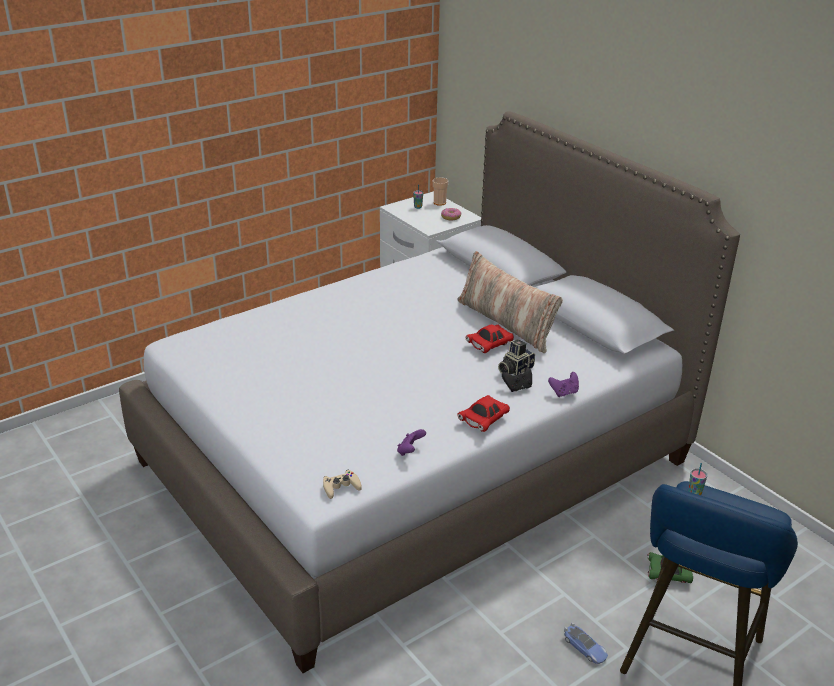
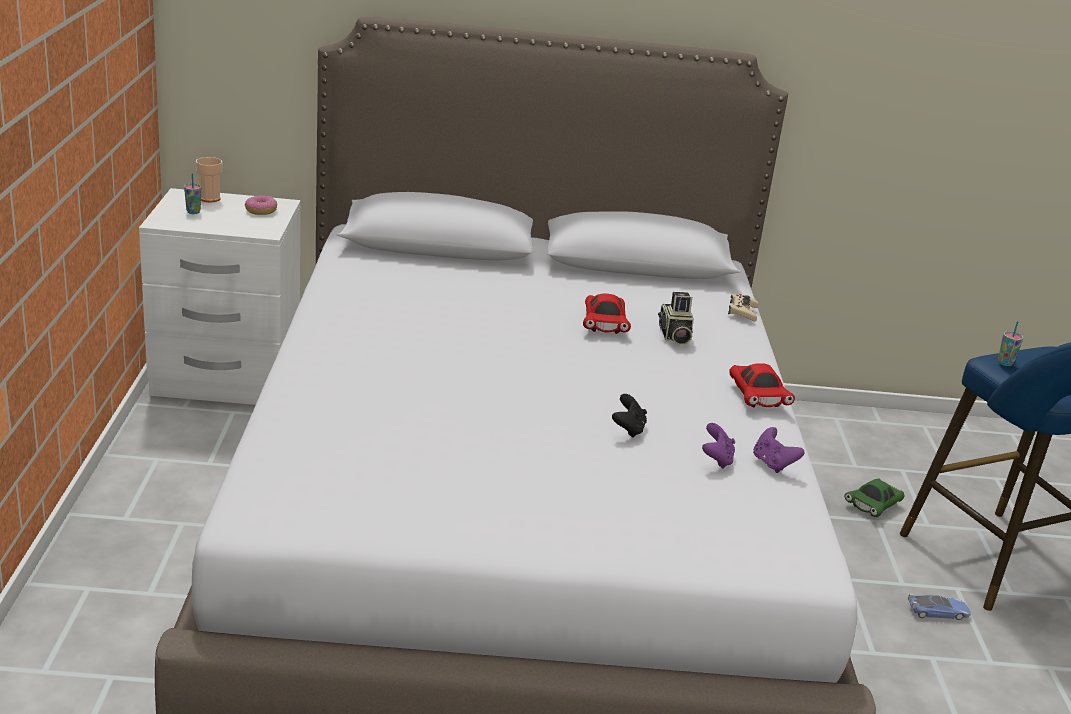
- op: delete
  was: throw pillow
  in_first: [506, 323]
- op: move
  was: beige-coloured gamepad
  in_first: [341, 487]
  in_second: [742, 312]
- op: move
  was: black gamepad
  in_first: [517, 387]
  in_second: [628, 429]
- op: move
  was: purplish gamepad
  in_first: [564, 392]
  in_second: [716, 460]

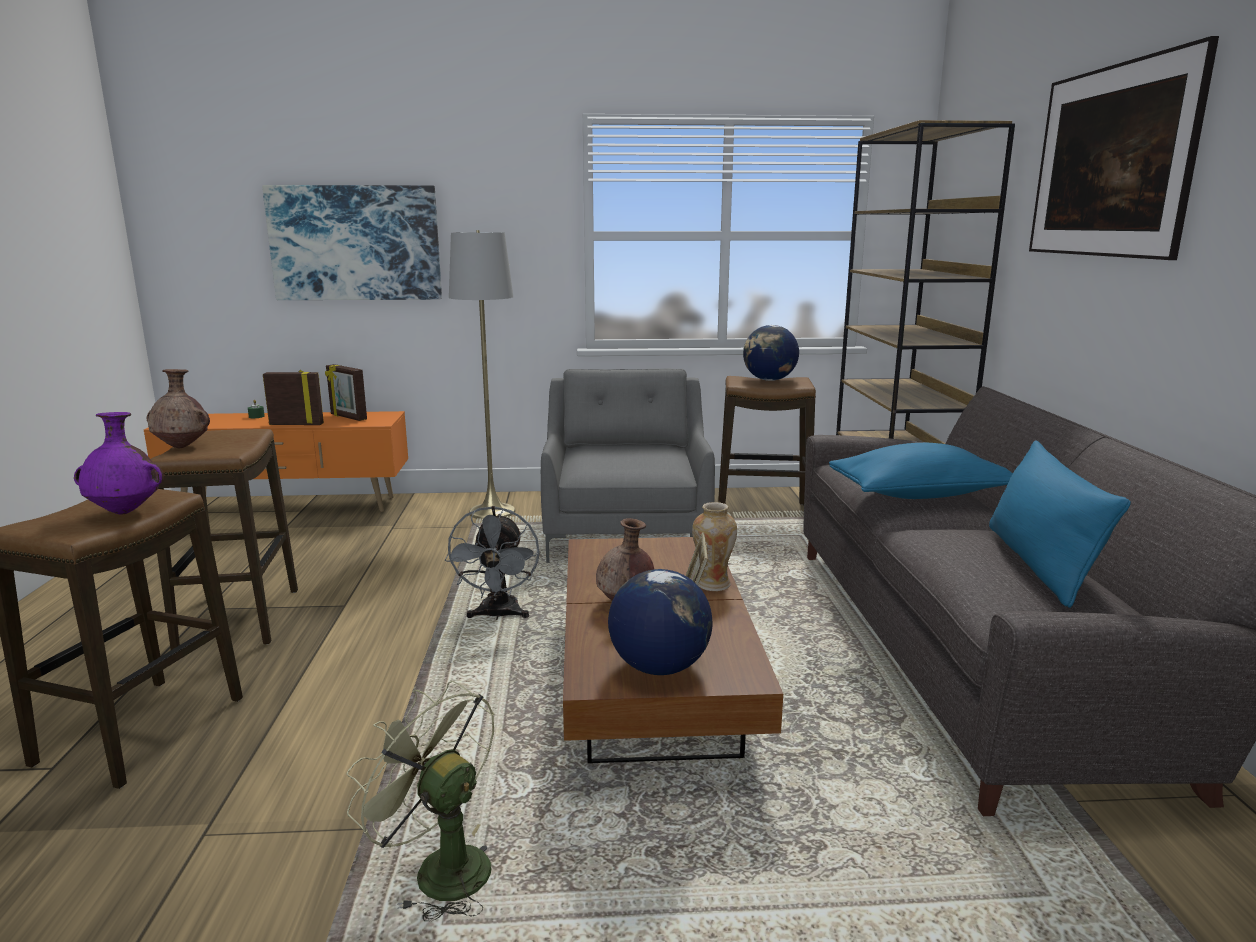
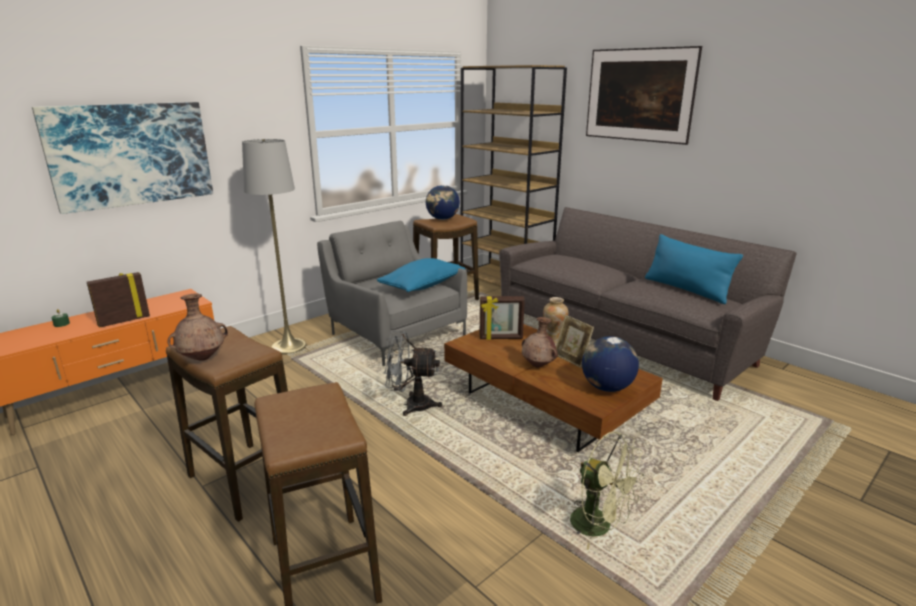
- op: delete
  was: purplish flower vase
  in_first: [126, 511]
- op: move
  was: standing frame
  in_first: [348, 417]
  in_second: [501, 338]
- op: move
  was: blue throw pillow
  in_first: [918, 495]
  in_second: [422, 286]
- op: rotate
  was: green cooling fan
  in_first: [439, 868]
  in_second: [599, 526]
  clockwise: -135
- op: rotate
  was: gray cooling fan
  in_first: [498, 615]
  in_second: [411, 405]
  clockwise: 135

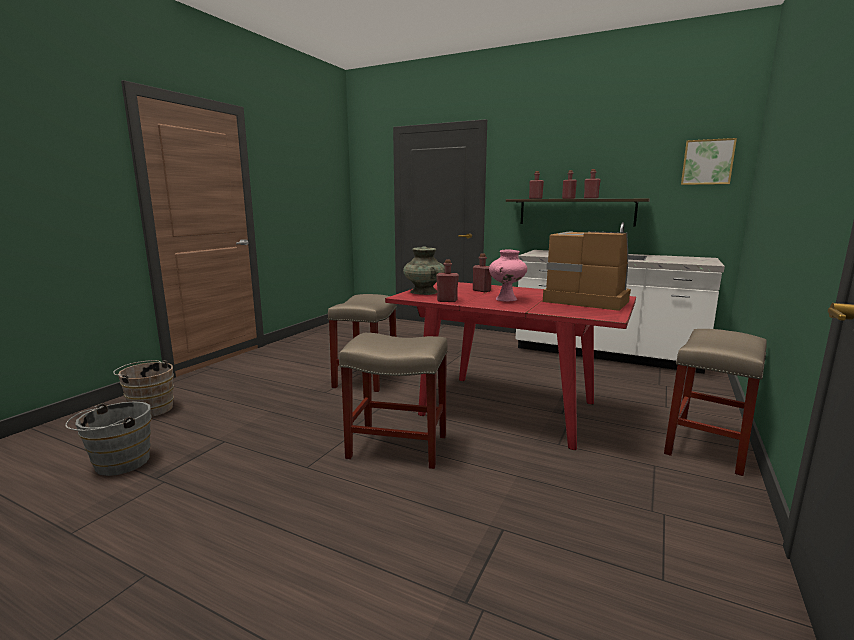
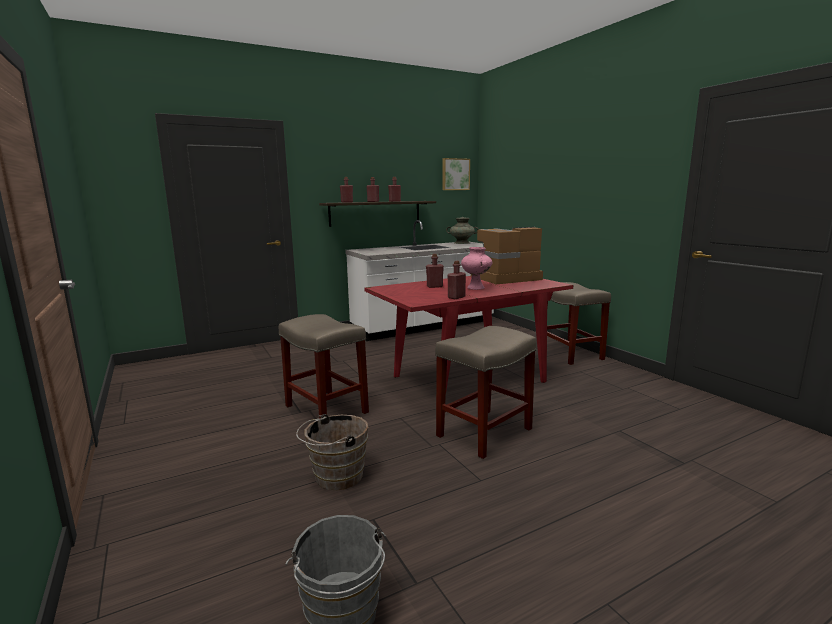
- op: move
  was: brownish pail
  in_first: [150, 409]
  in_second: [335, 477]
- op: move
  was: turquoise flower vase
  in_first: [424, 292]
  in_second: [462, 243]

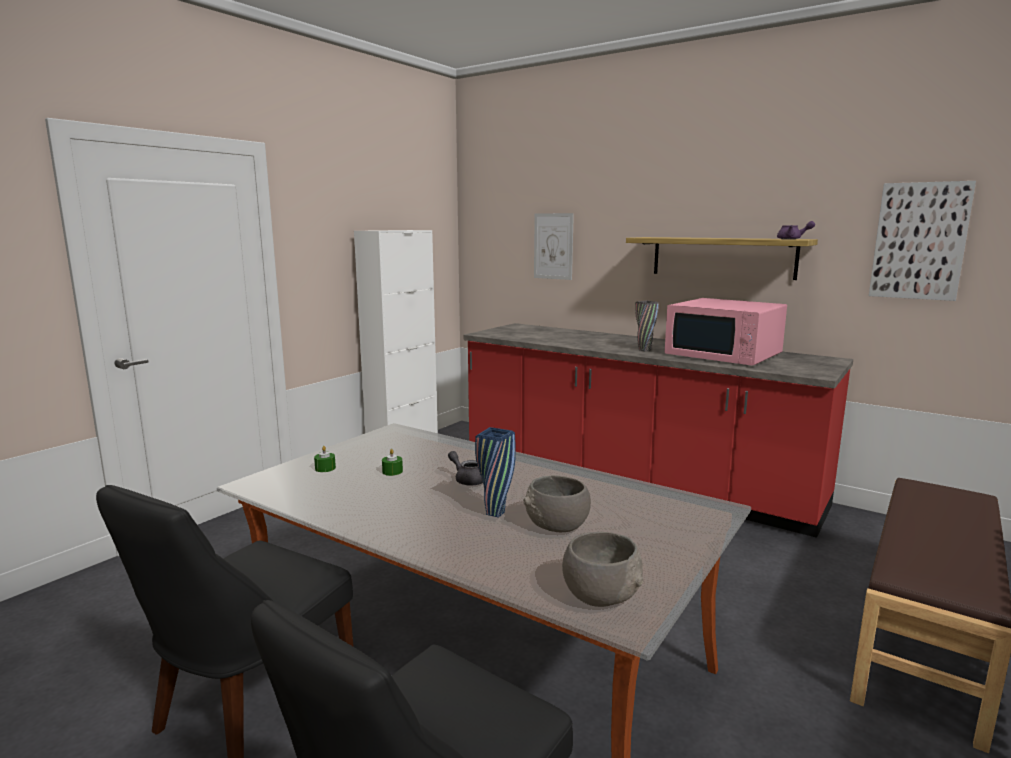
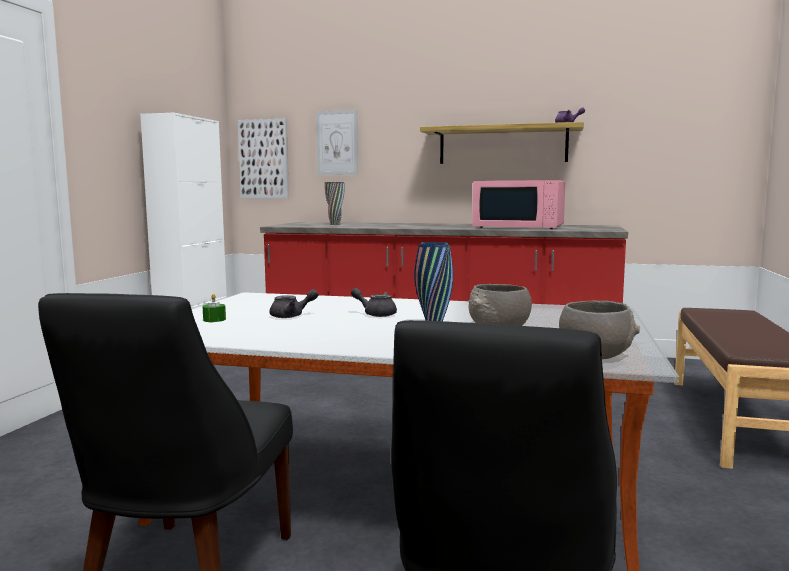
- op: move
  was: gray flower vase
  in_first: [644, 350]
  in_second: [335, 224]
- op: move
  was: picture
  in_first: [919, 241]
  in_second: [264, 159]
- op: replace
  was: green candle
  now: gray tea pot
  in_first: [392, 471]
  in_second: [291, 316]

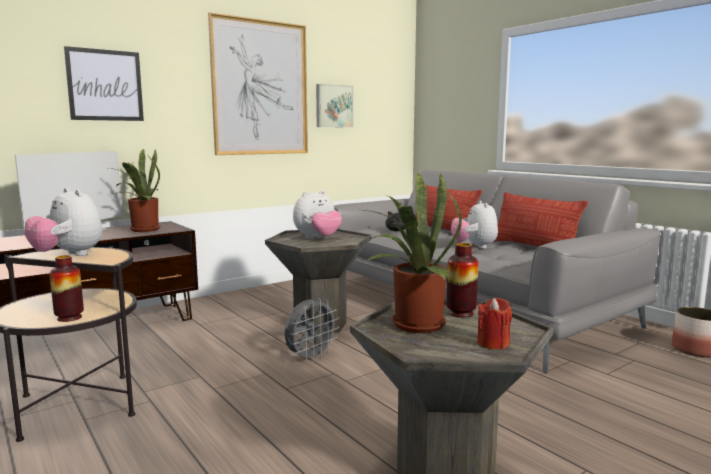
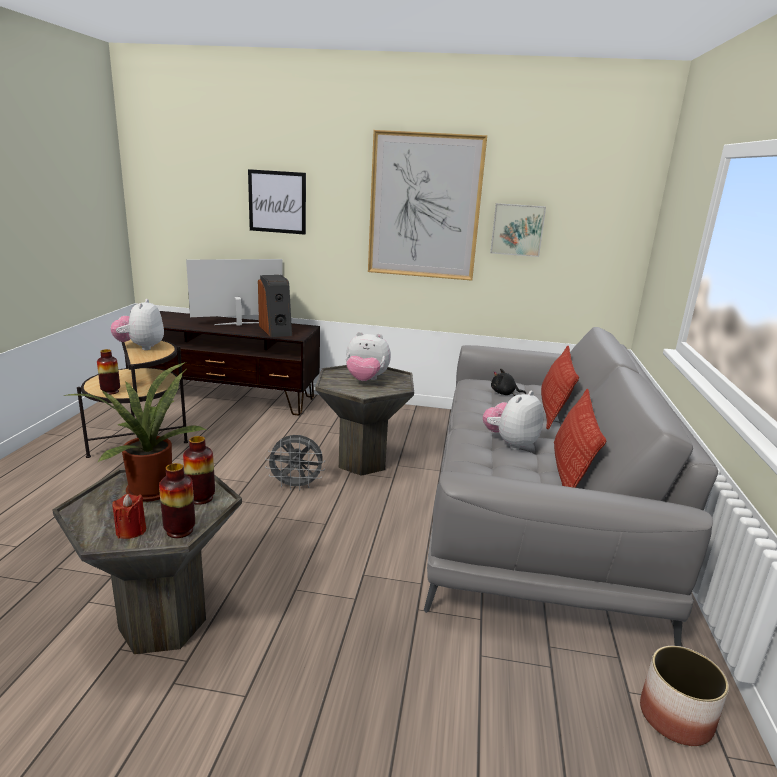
- op: insert
  now: flower vase
  in_second: [179, 531]
- op: replace
  was: potted plant
  now: loudspeaker
  in_first: [142, 230]
  in_second: [276, 330]

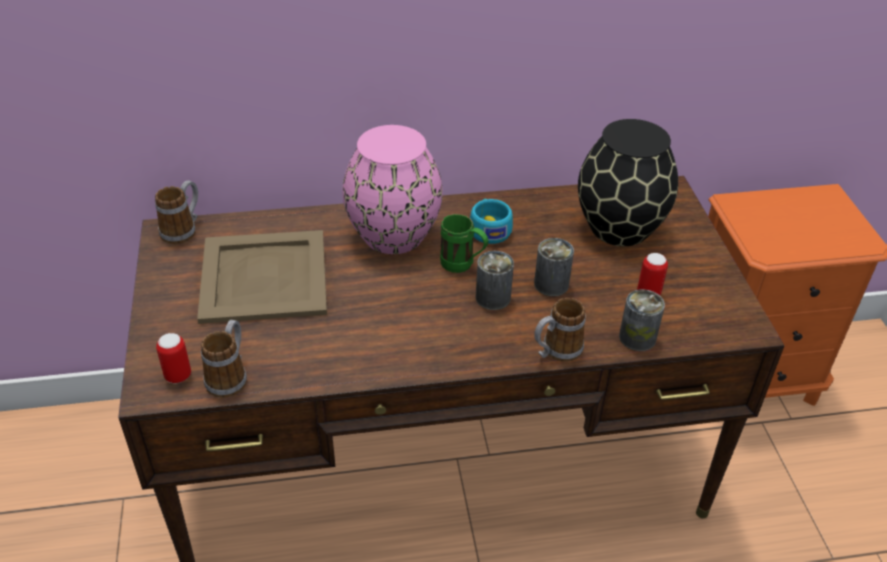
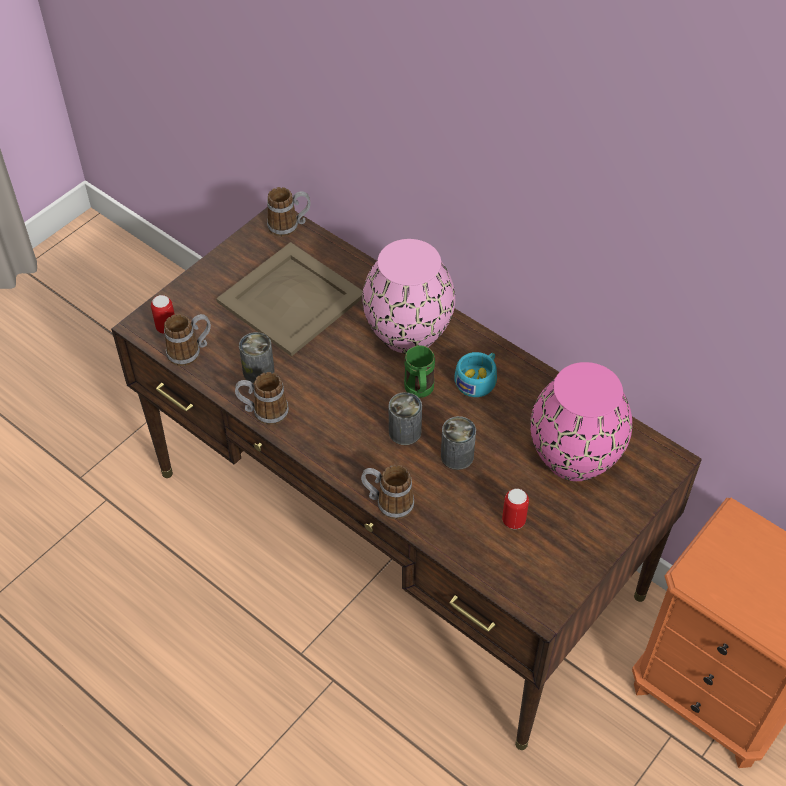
- op: insert
  now: tea mug
  in_second: [263, 412]
- op: move
  was: sealed can
  in_first: [637, 337]
  in_second: [258, 371]
- op: recolor
  was: black flower vase
  now: pink flower vase
  in_first: [619, 228]
  in_second: [573, 457]

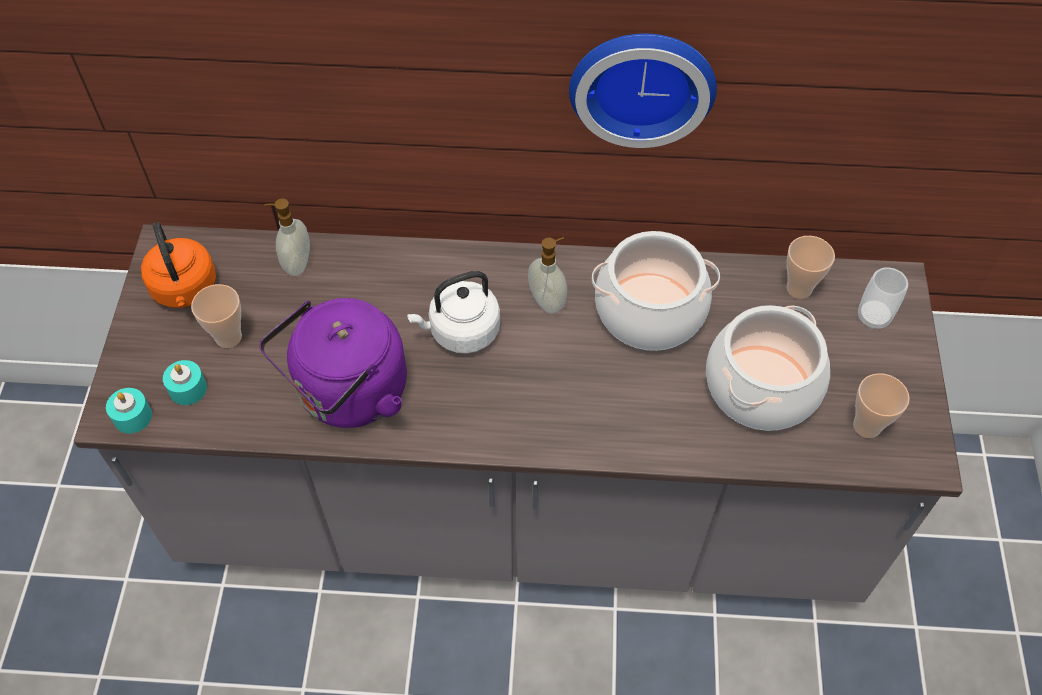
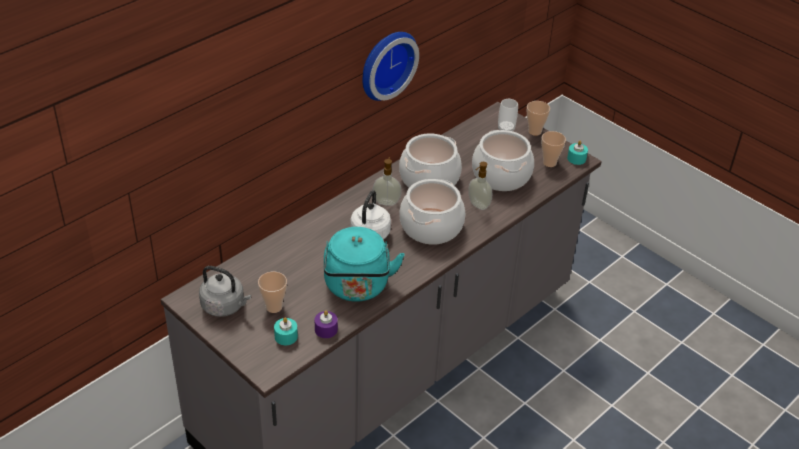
- op: insert
  now: purplish candle
  in_second: [326, 329]
- op: insert
  now: saucepot
  in_second: [431, 227]
- op: move
  was: turquoise candle
  in_first: [132, 416]
  in_second: [576, 158]
- op: move
  was: soap bottle
  in_first: [296, 263]
  in_second: [478, 205]
- op: move
  was: drinking cup
  in_first: [799, 288]
  in_second: [534, 131]
- op: recolor
  was: orangey tea kettle
  now: gray tea kettle
  in_first: [185, 290]
  in_second: [225, 306]
- op: recolor
  was: purplish tea kettle
  now: turquoise tea kettle
  in_first: [348, 395]
  in_second: [357, 287]

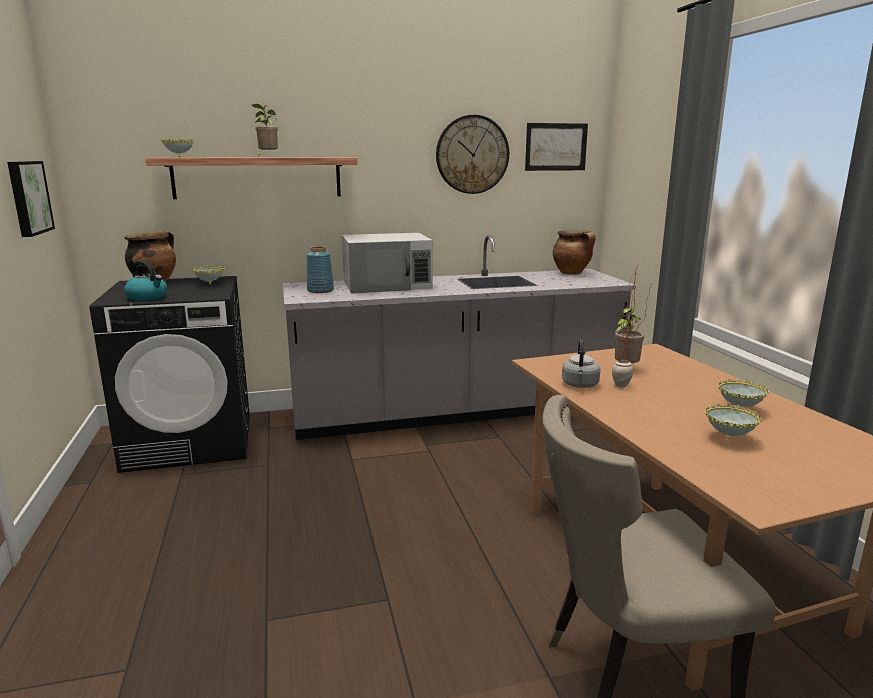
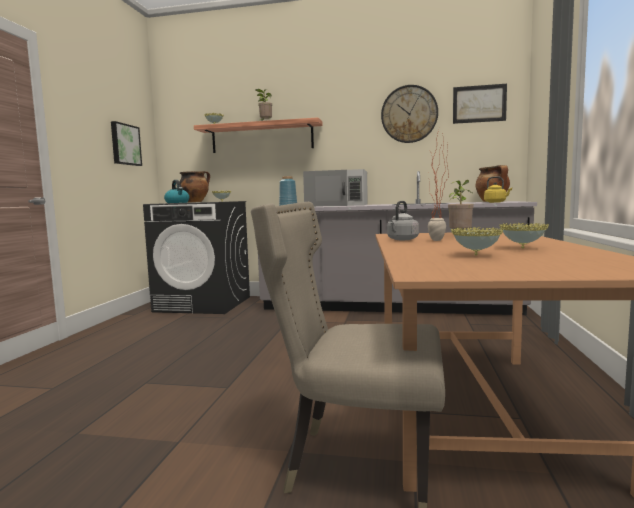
- op: insert
  now: yellow tea kettle
  in_second: [496, 202]

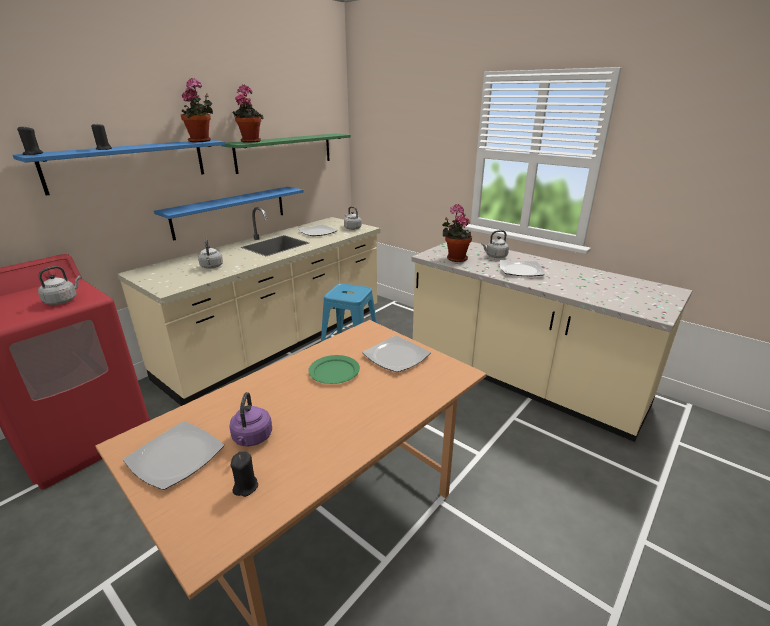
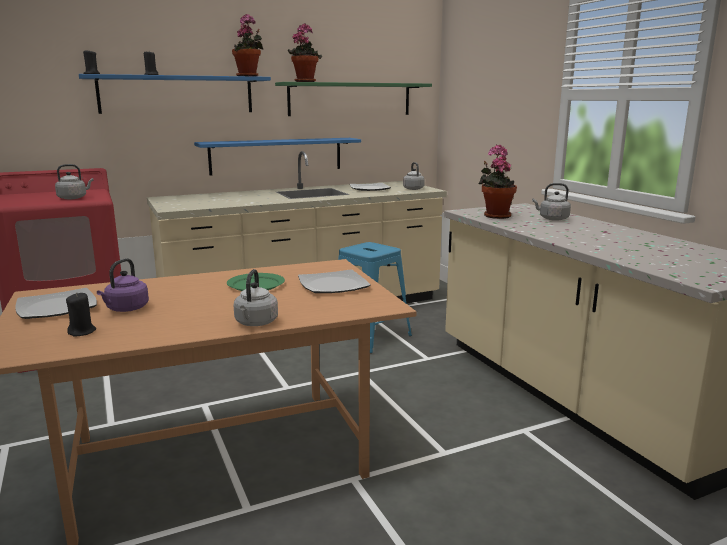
- op: delete
  was: dinner plate
  in_first: [520, 270]
- op: move
  was: gray tea kettle
  in_first: [211, 267]
  in_second: [255, 323]

